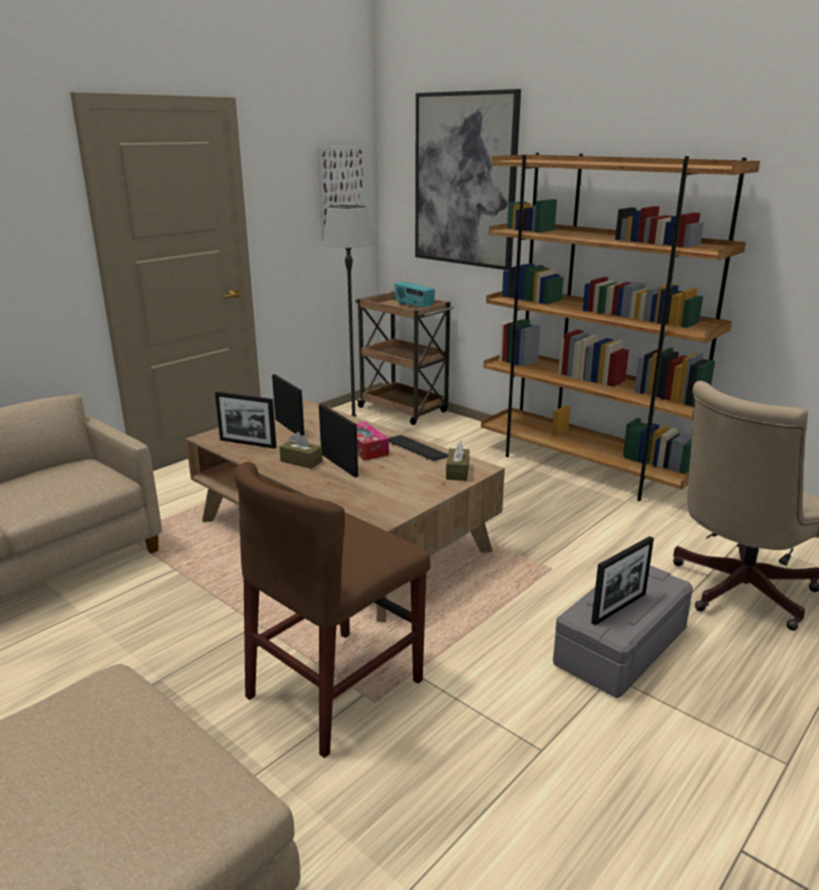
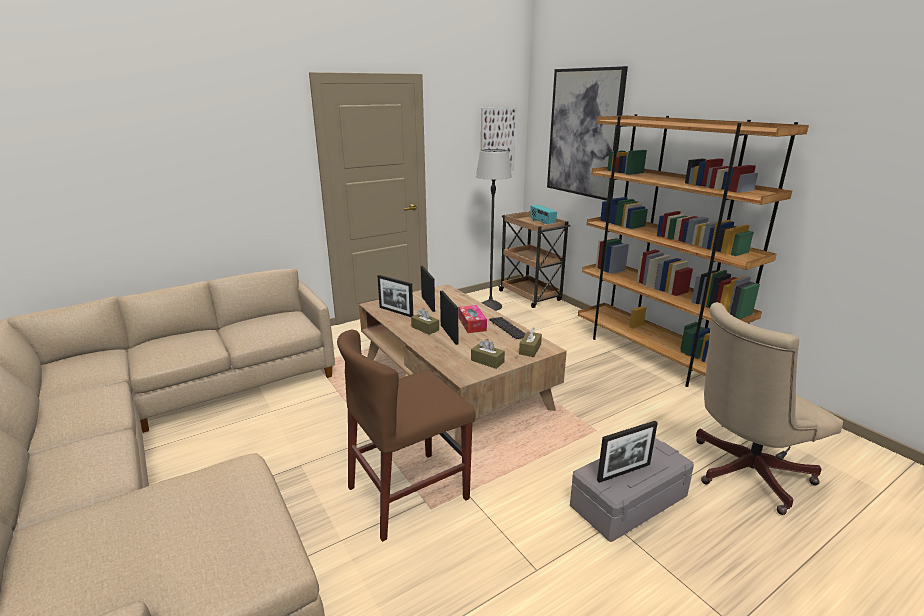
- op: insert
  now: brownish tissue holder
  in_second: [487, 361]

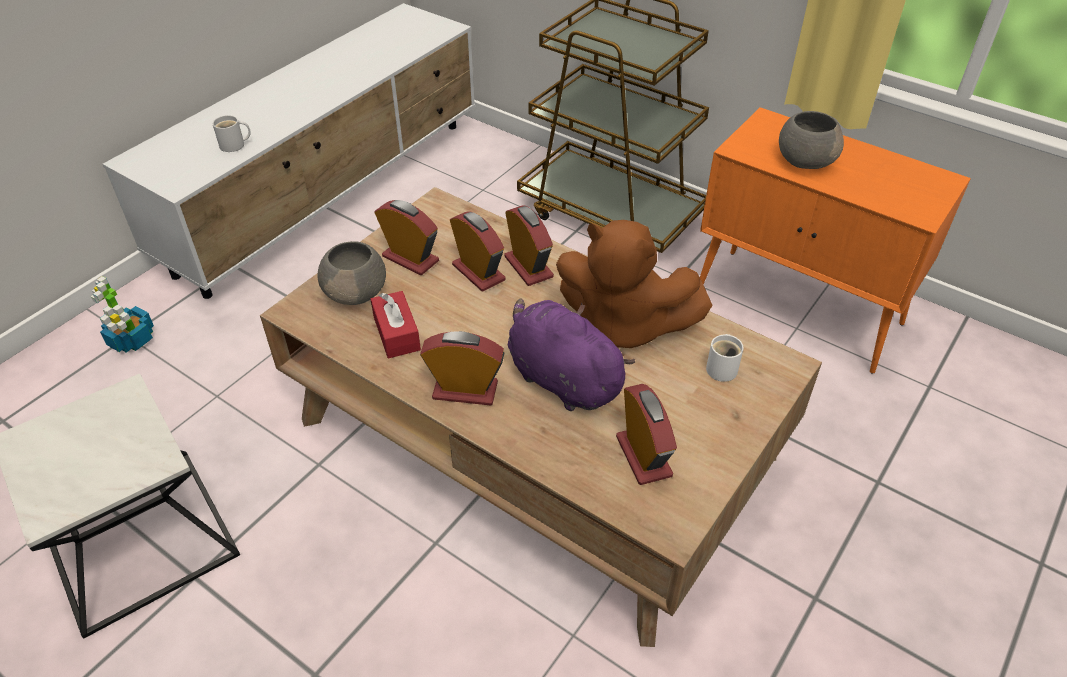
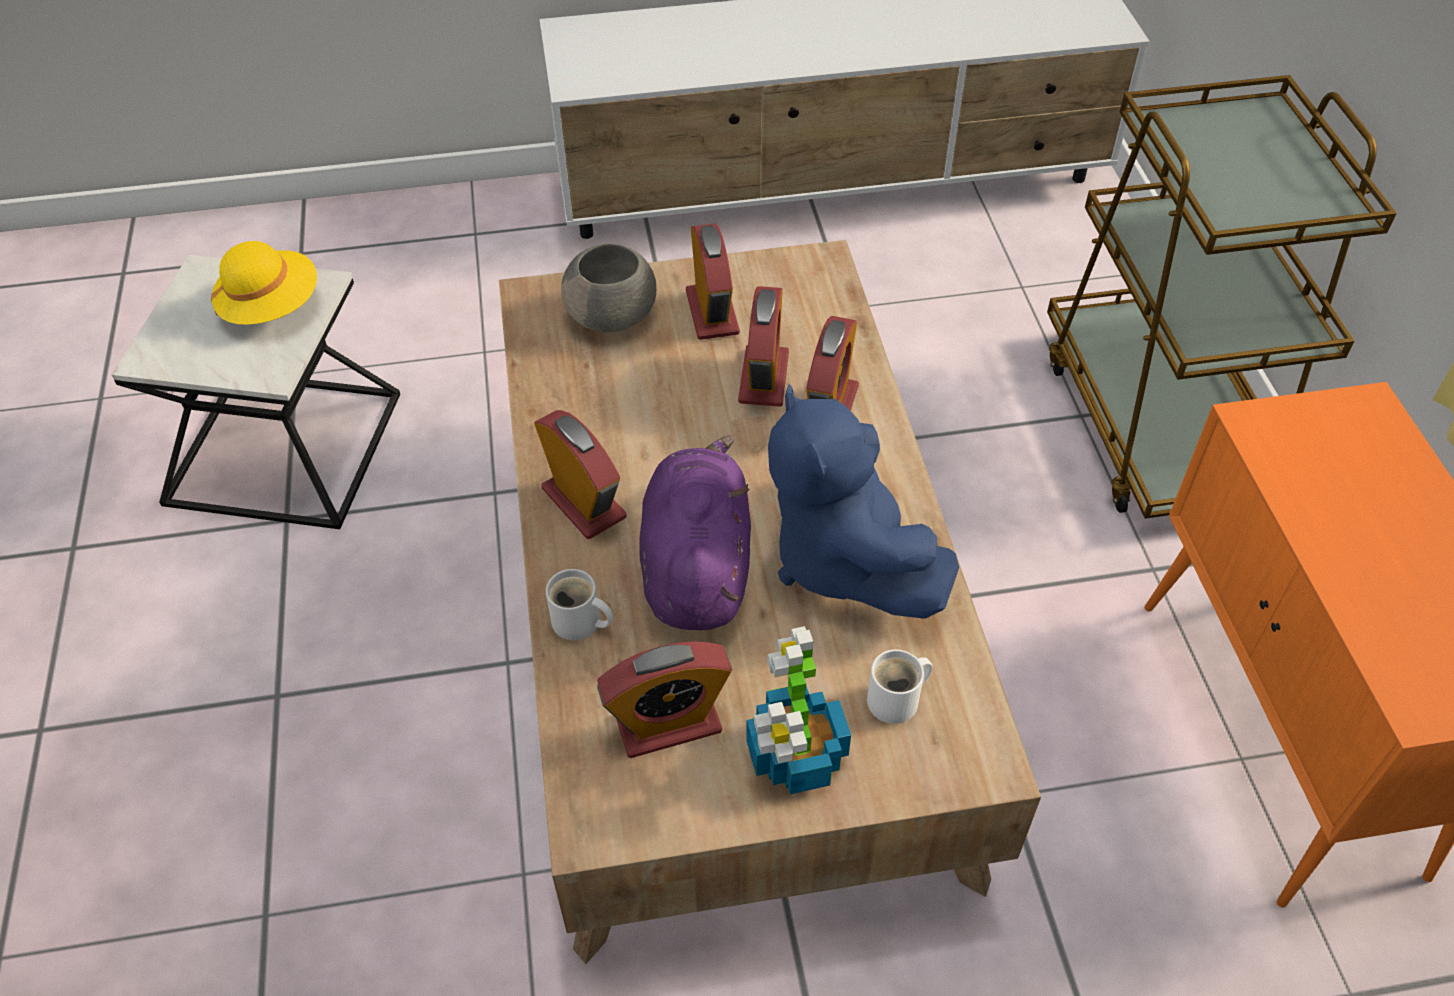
- op: delete
  was: red-coloured tissue holder
  in_first: [396, 333]
- op: delete
  was: gray bowl
  in_first: [804, 161]
- op: insert
  now: yellow wearable hat
  in_second: [272, 307]
- op: move
  was: potted plant
  in_first: [132, 340]
  in_second: [795, 756]
- op: move
  was: white-coloured tea mug
  in_first: [234, 145]
  in_second: [579, 623]
- op: recolor
  was: brownish soft toy
  now: blue soft toy
  in_first: [623, 326]
  in_second: [844, 558]
- op: rotate
  was: alarm clock
  in_first: [643, 456]
  in_second: [668, 724]
  clockwise: 45

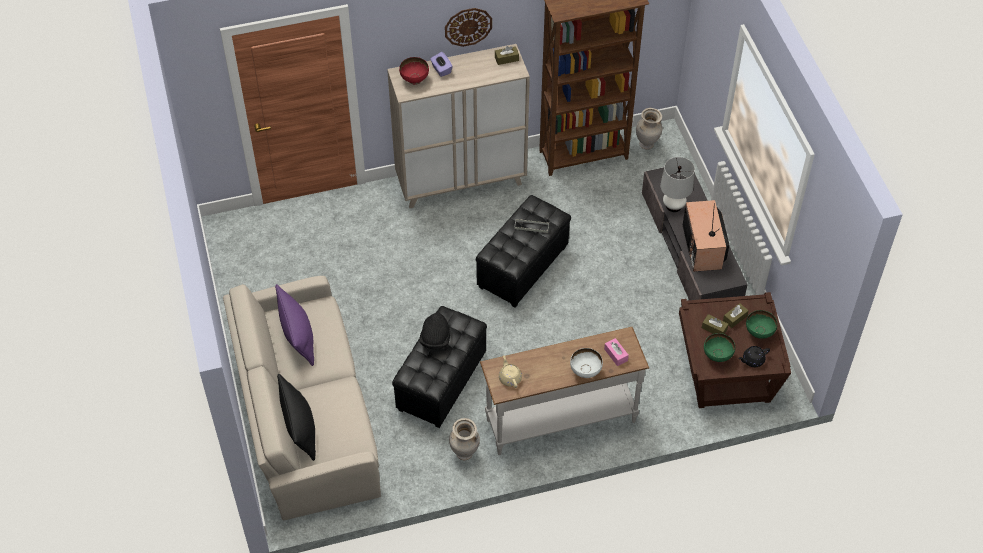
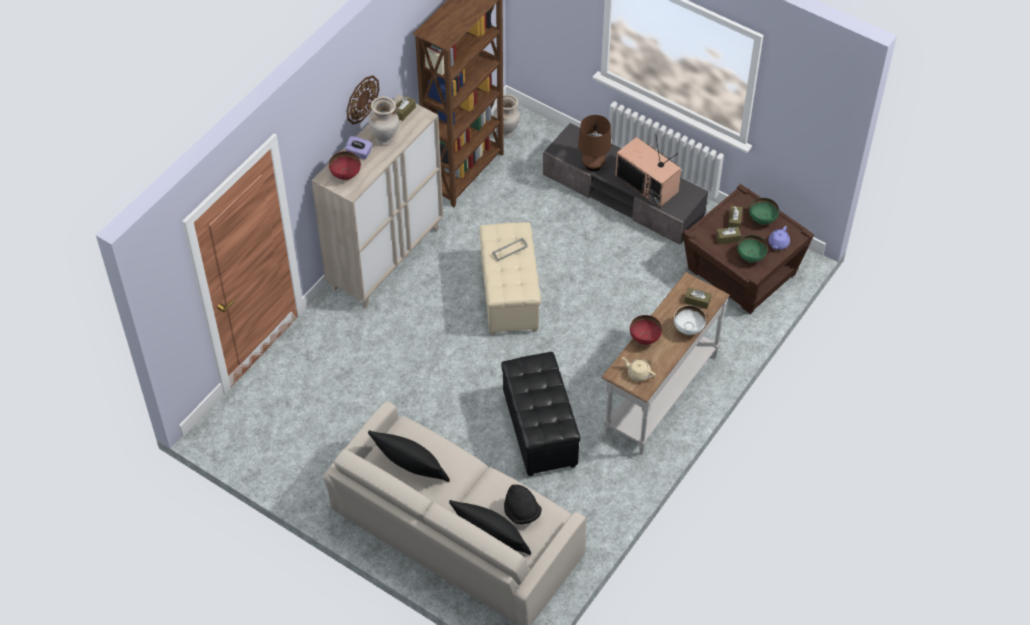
- op: insert
  now: red-coloured bowl
  in_second: [644, 339]
- op: move
  was: black wearable hat
  in_first: [435, 339]
  in_second: [521, 512]
- op: move
  was: beige-coloured flower vase
  in_first: [464, 454]
  in_second: [385, 140]
- op: recolor
  was: purplish throw pillow
  now: black throw pillow
  in_first: [298, 336]
  in_second: [410, 466]
- op: recolor
  was: black pouffe
  now: beige-coloured pouffe
  in_first: [523, 268]
  in_second: [510, 295]
- op: recolor
  was: pink tissue holder
  now: brownish tissue holder
  in_first: [616, 355]
  in_second: [697, 301]
- op: recolor
  was: white-coloured table lamp
  now: brownish table lamp
  in_first: [673, 205]
  in_second: [593, 165]
- op: recolor
  was: black tea pot
  now: purplish tea pot
  in_first: [752, 360]
  in_second: [778, 244]

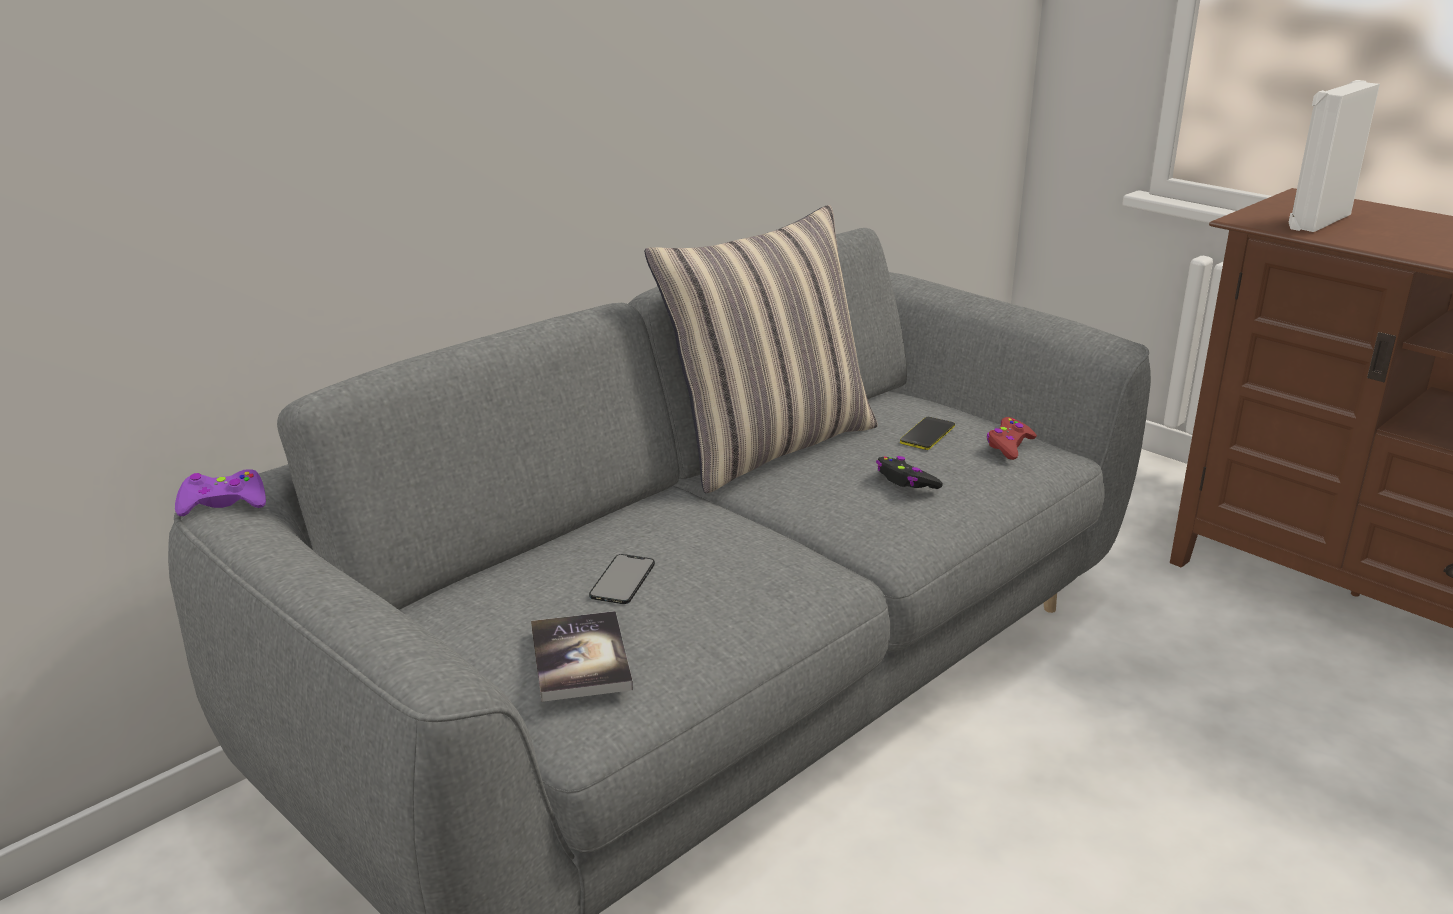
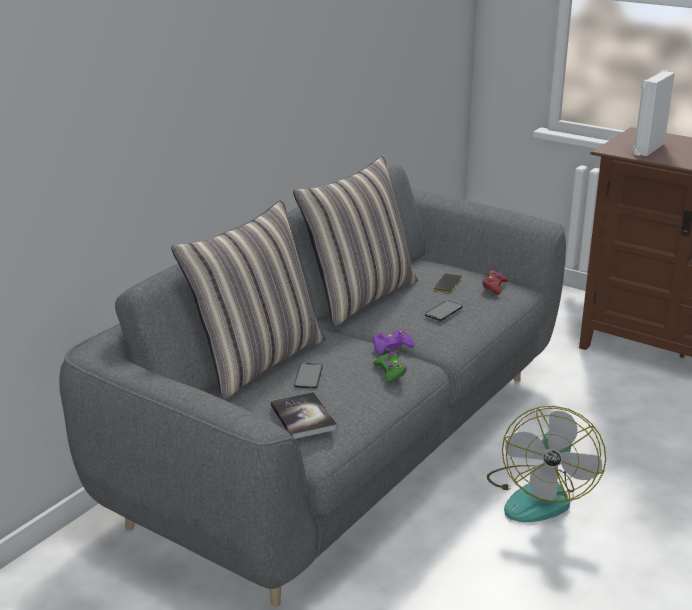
- op: insert
  now: throw pillow
  in_second: [257, 360]
- op: insert
  now: green gamepad
  in_second: [390, 372]
- op: insert
  now: cooling fan
  in_second: [539, 495]
- op: move
  was: purplish gamepad
  in_first: [223, 503]
  in_second: [391, 347]
- op: replace
  was: black gamepad
  now: handset
  in_first: [906, 481]
  in_second: [443, 311]

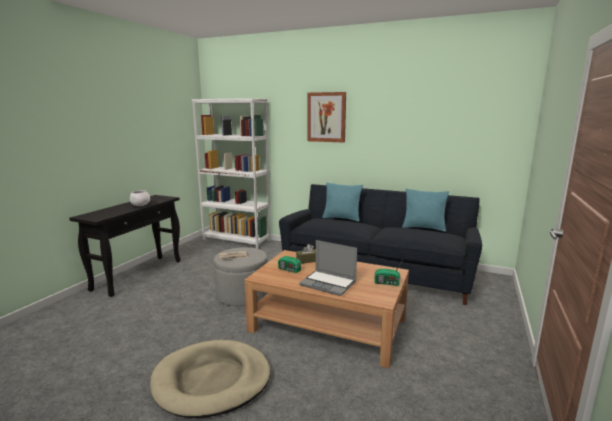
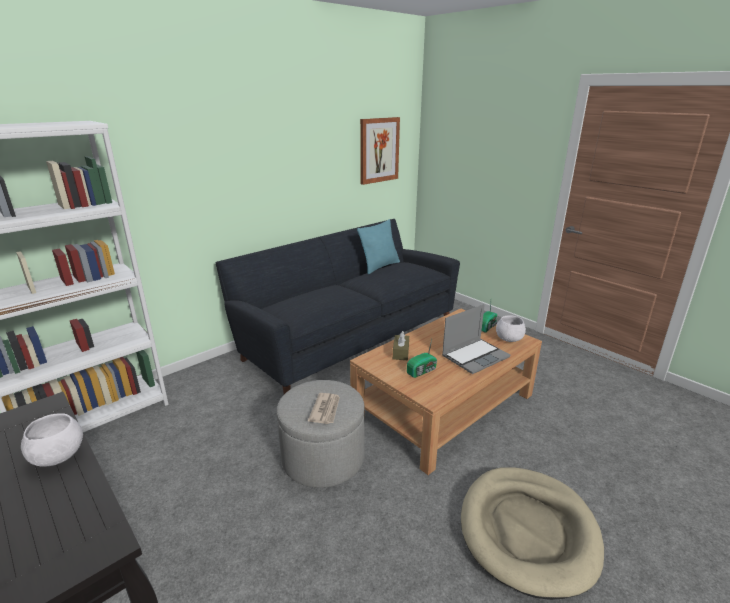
- op: delete
  was: turquoise throw pillow
  in_first: [341, 218]
- op: insert
  now: white-coloured bowl
  in_second: [509, 339]
- op: move
  was: picture
  in_first: [326, 117]
  in_second: [379, 150]

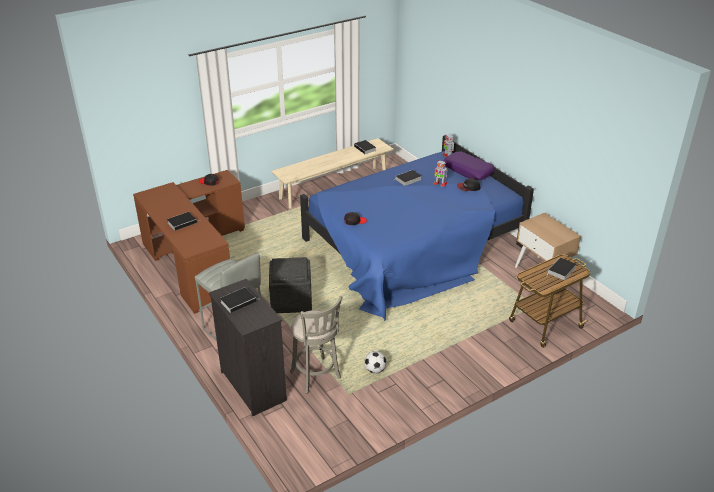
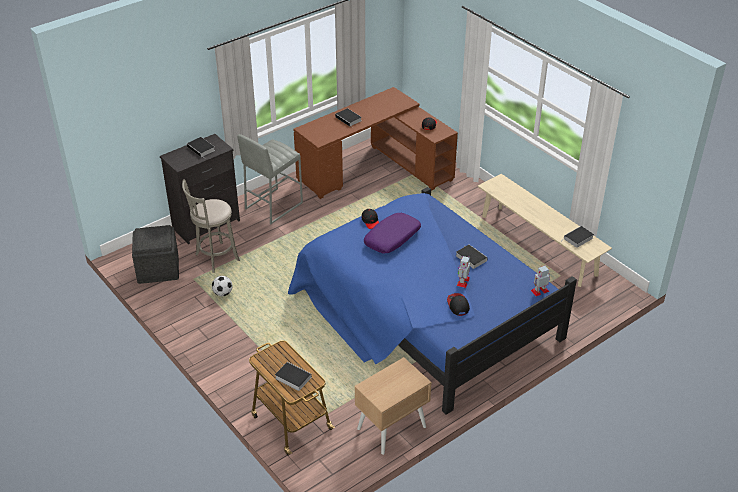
- op: move
  was: gray pouffe
  in_first: [291, 300]
  in_second: [157, 268]
- op: move
  was: purplish throw pillow
  in_first: [468, 171]
  in_second: [392, 238]

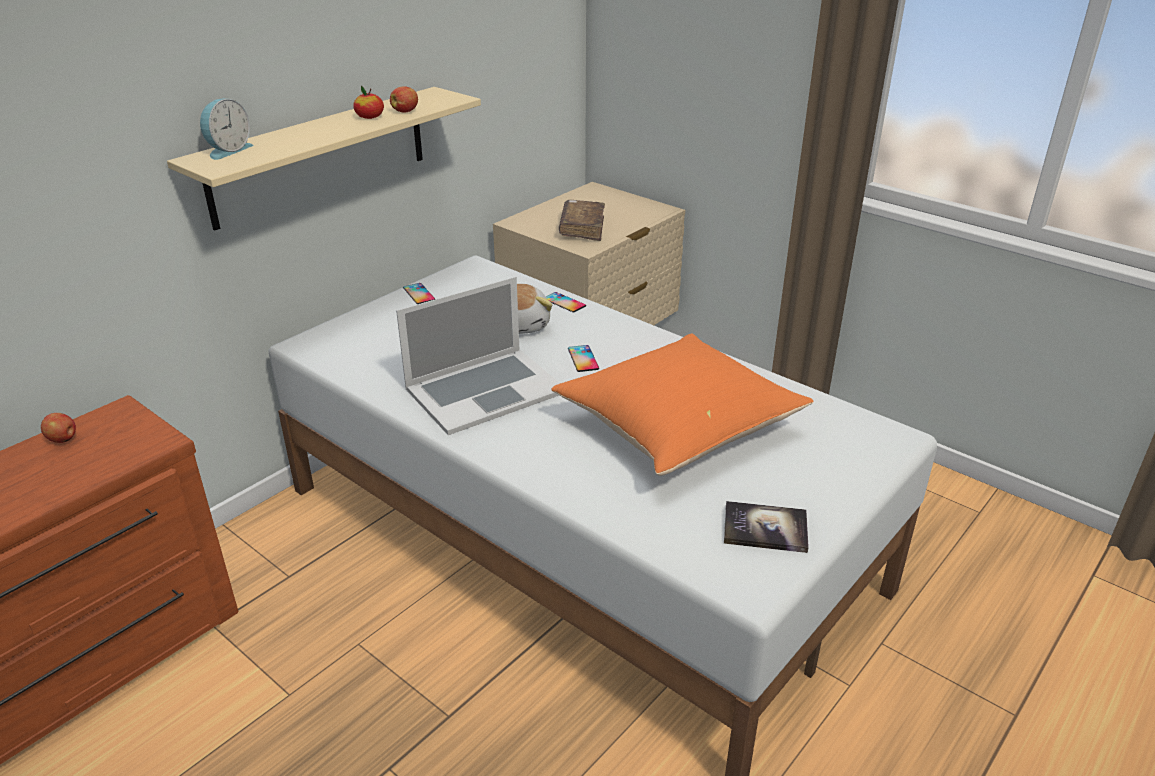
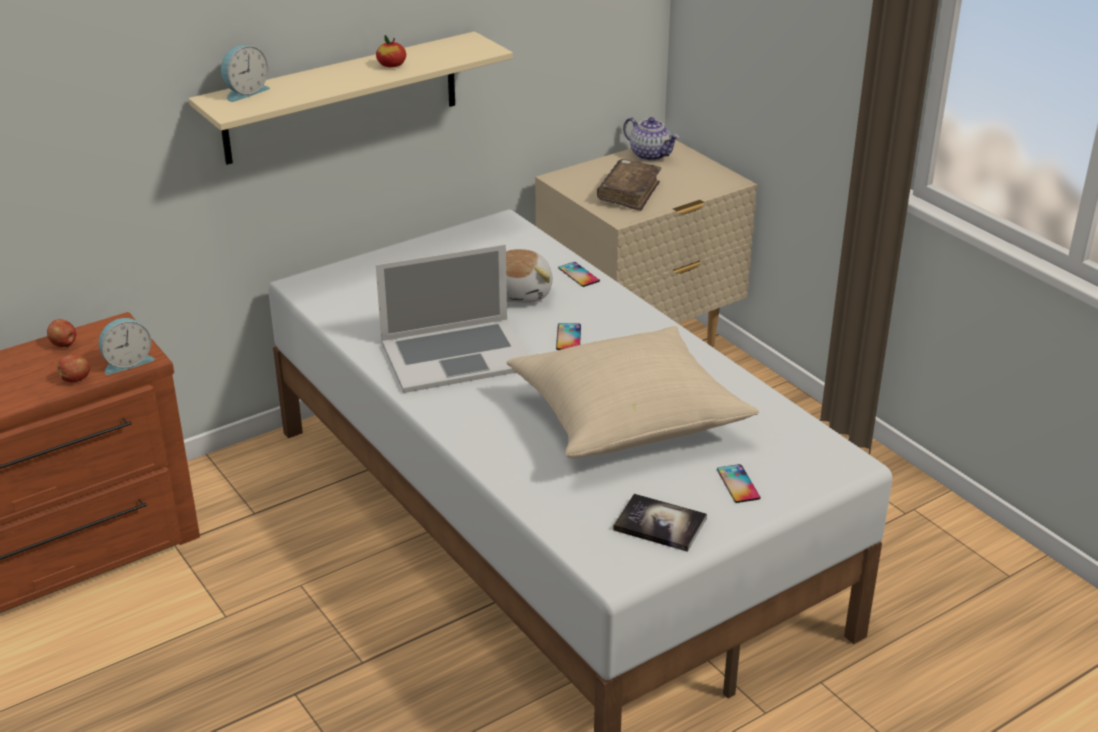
- op: insert
  now: alarm clock
  in_second: [127, 362]
- op: insert
  now: tea pot
  in_second: [650, 155]
- op: move
  was: apple fruit
  in_first: [405, 111]
  in_second: [76, 379]
- op: move
  was: handset
  in_first: [419, 294]
  in_second: [738, 484]
- op: recolor
  was: orangey throw pillow
  now: beige-coloured throw pillow
  in_first: [678, 428]
  in_second: [628, 420]

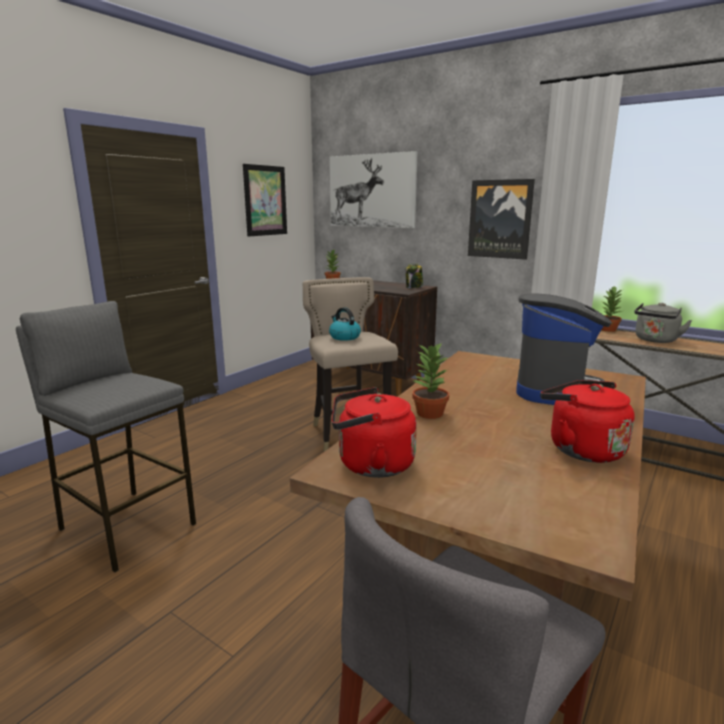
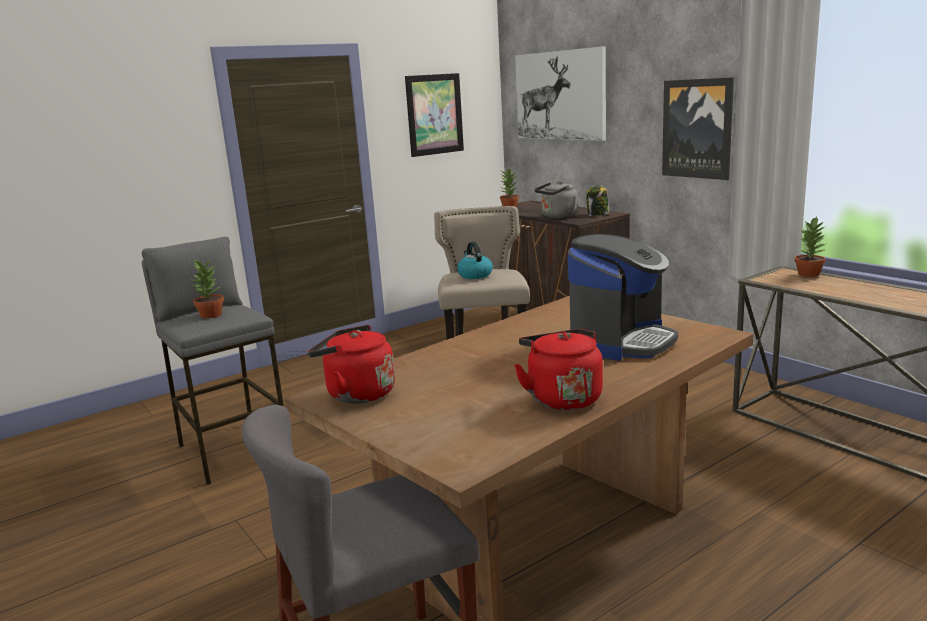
- op: move
  was: potted plant
  in_first: [429, 413]
  in_second: [210, 315]
- op: move
  was: gray tea kettle
  in_first: [655, 340]
  in_second: [558, 216]

